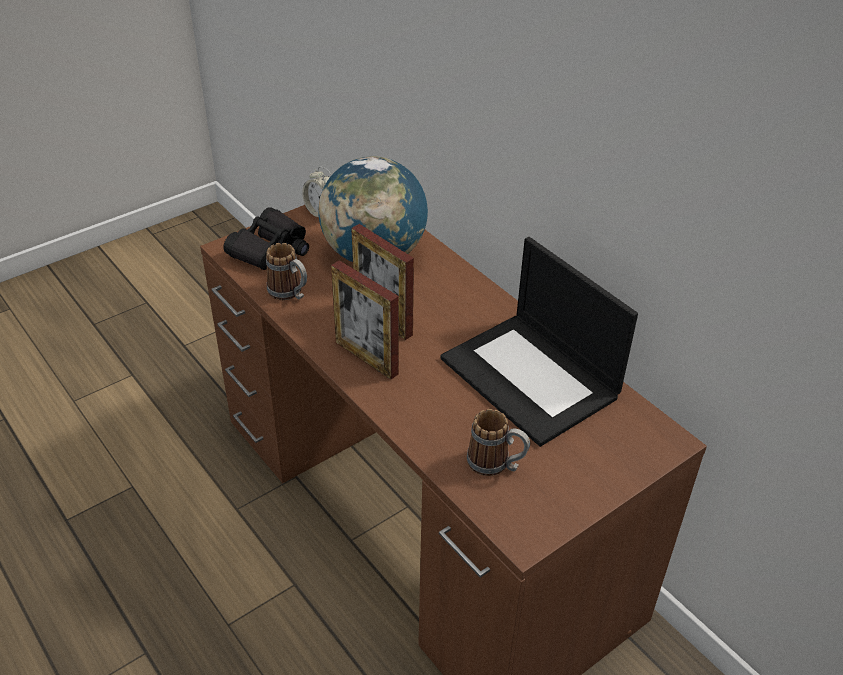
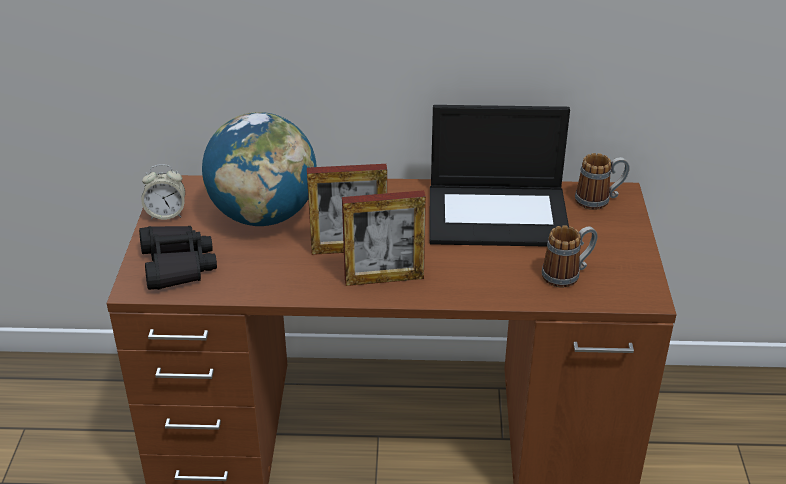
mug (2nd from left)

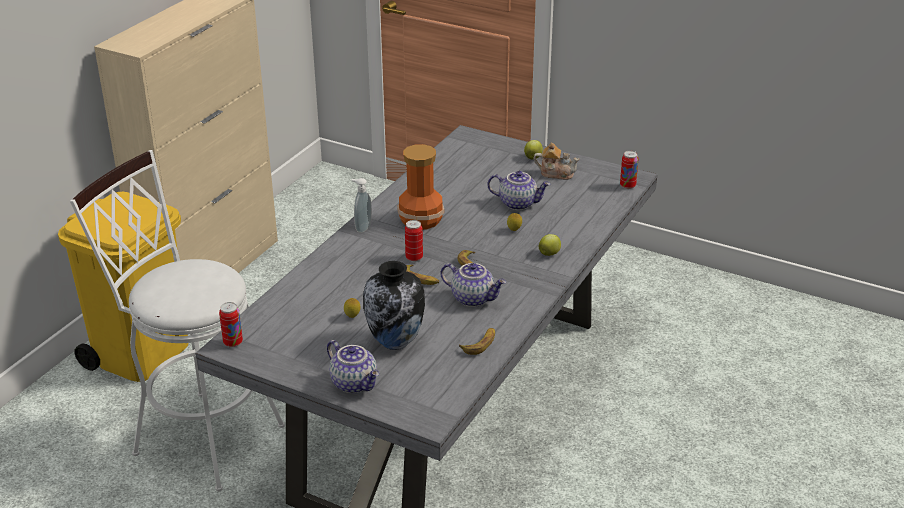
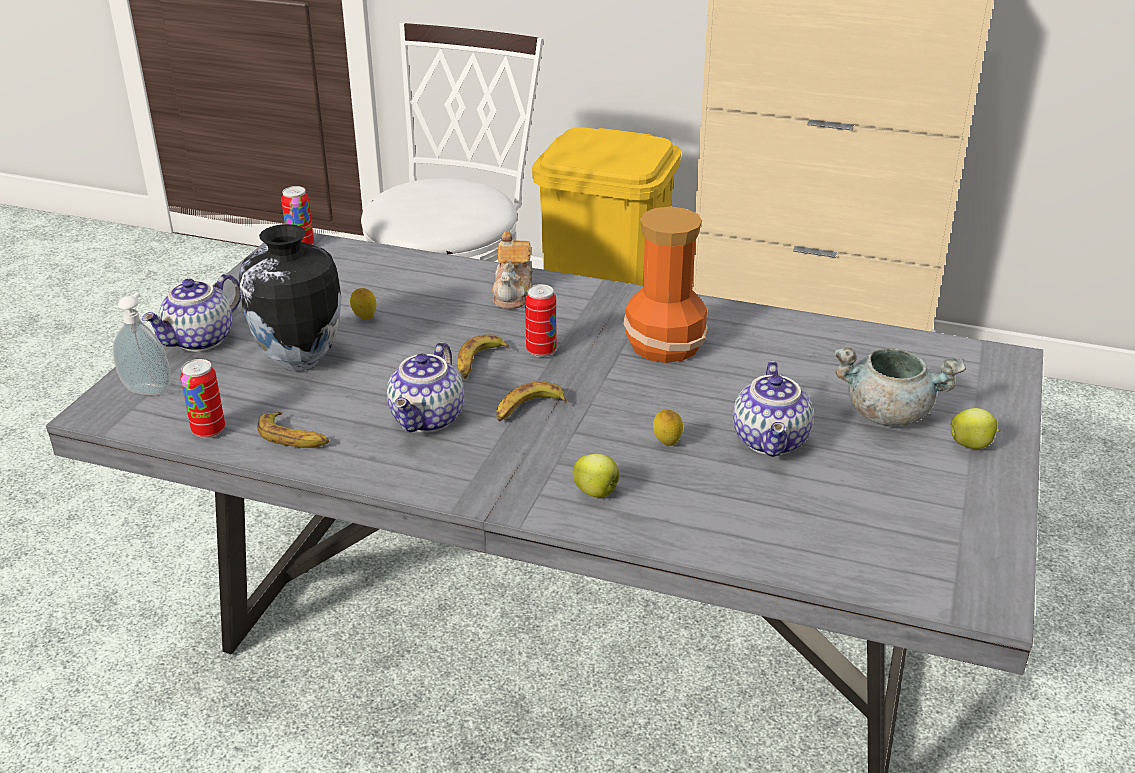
soap dispenser; teapot (3rd from left); can (1st from left); cooking pot (grey)

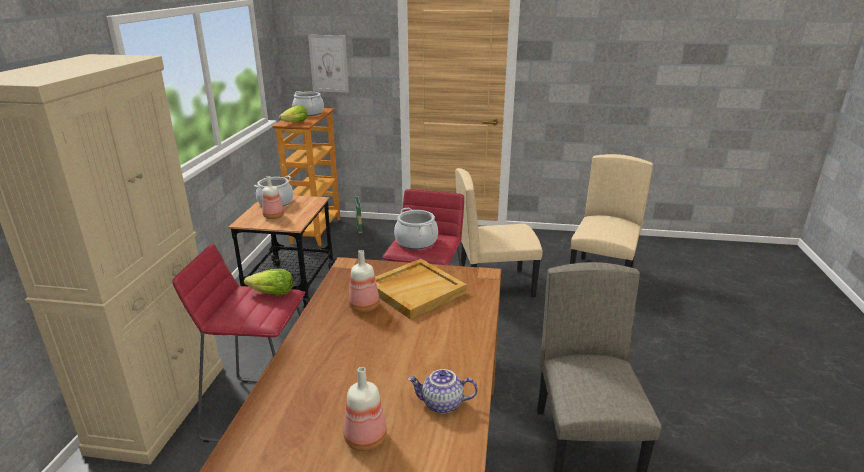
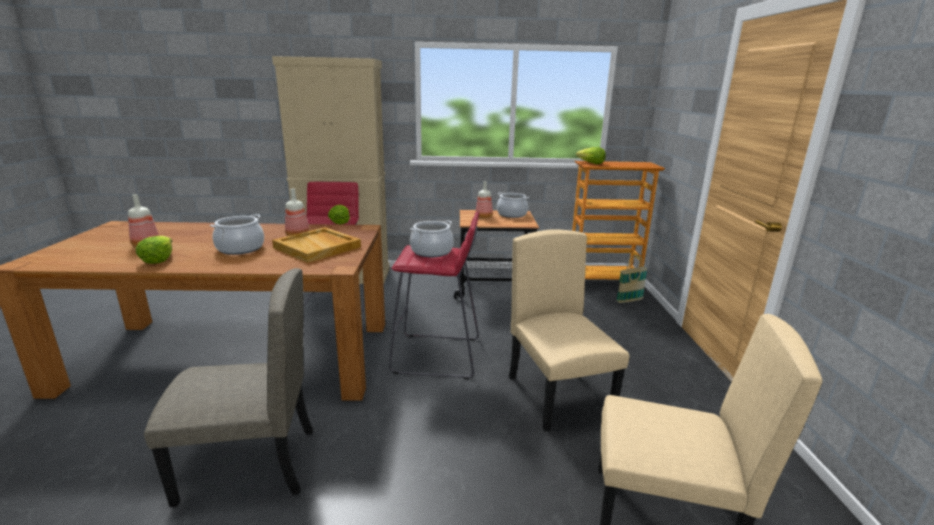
cooking pot (1st from left); picture; lettuce (1st from left)

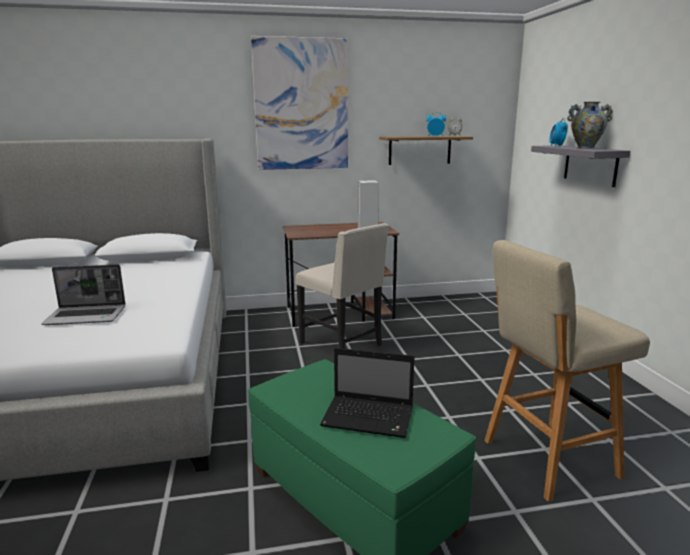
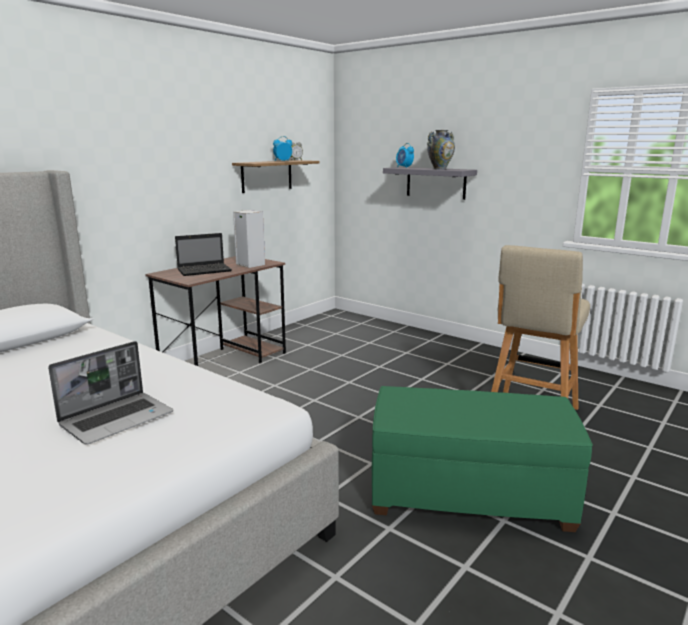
picture; chair (beige); laptop (2nd from left)

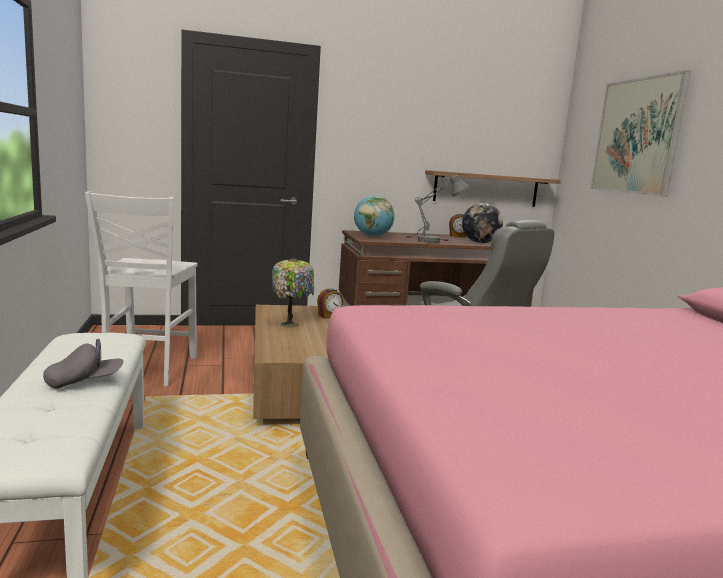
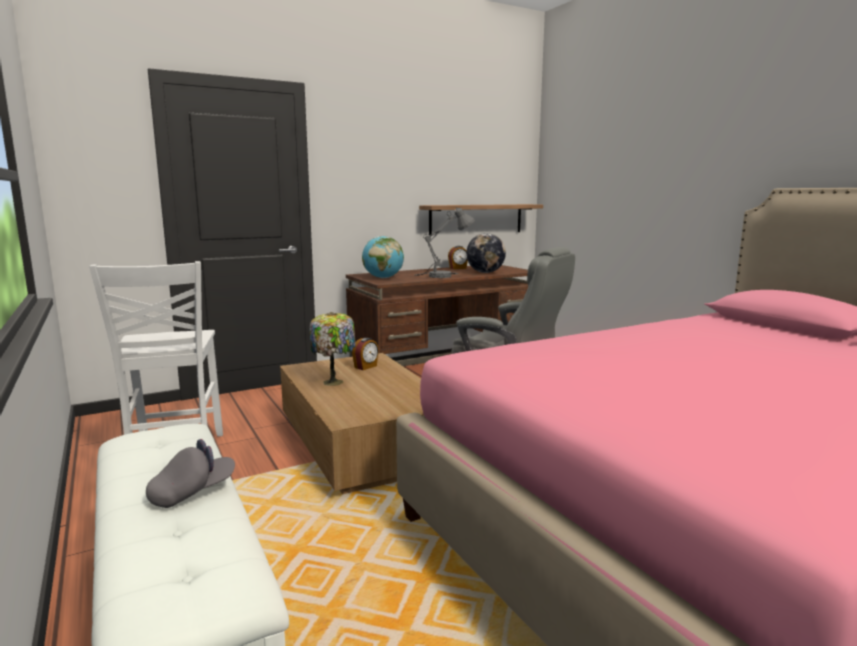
picture

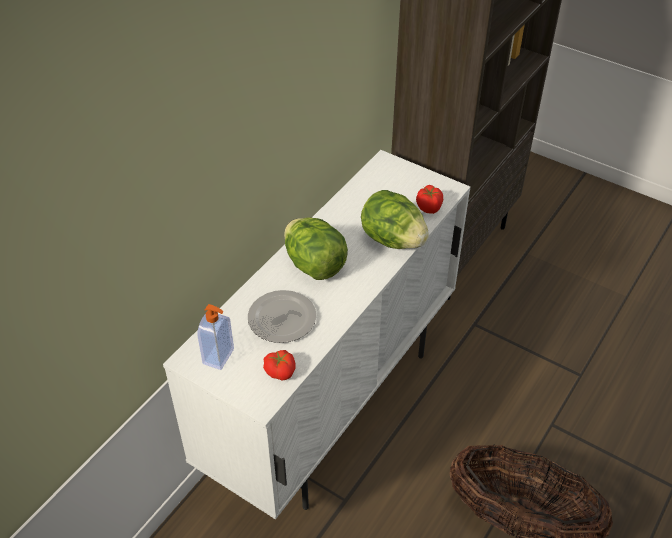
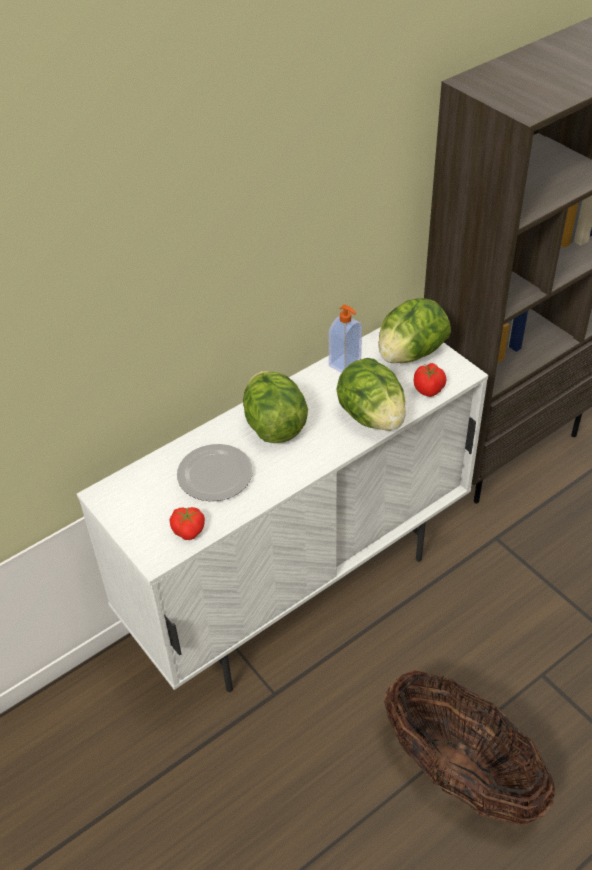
soap dispenser; lettuce (3rd from left)

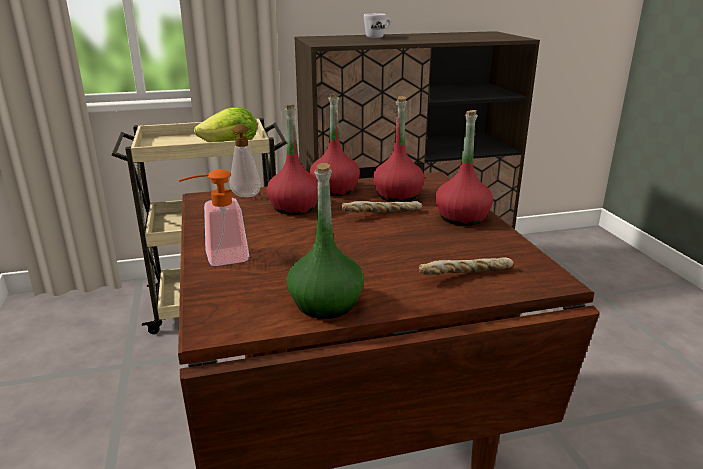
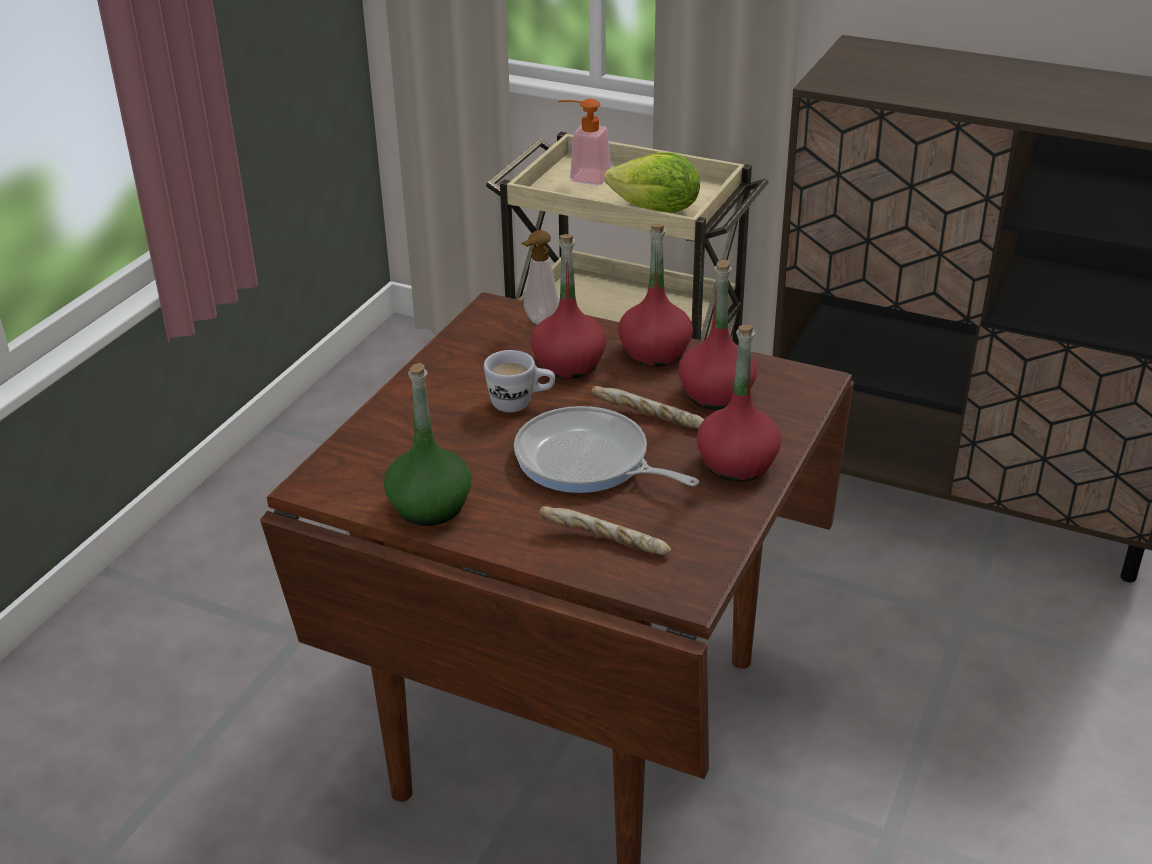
soap dispenser (2nd from left); mug (white); frying pan

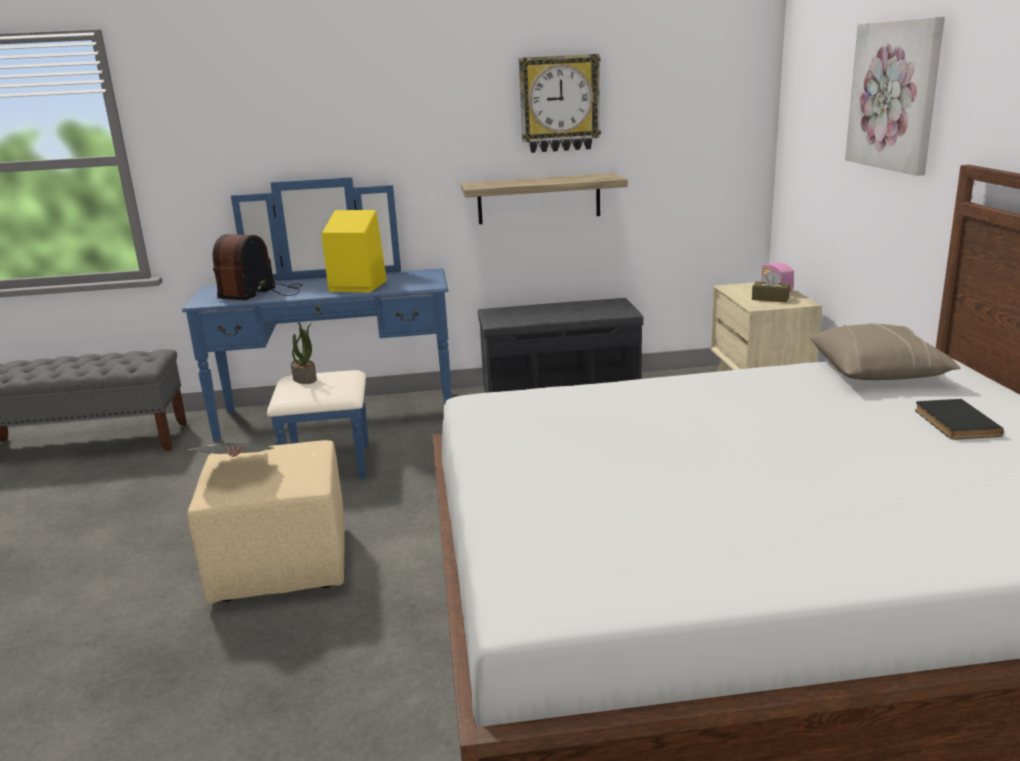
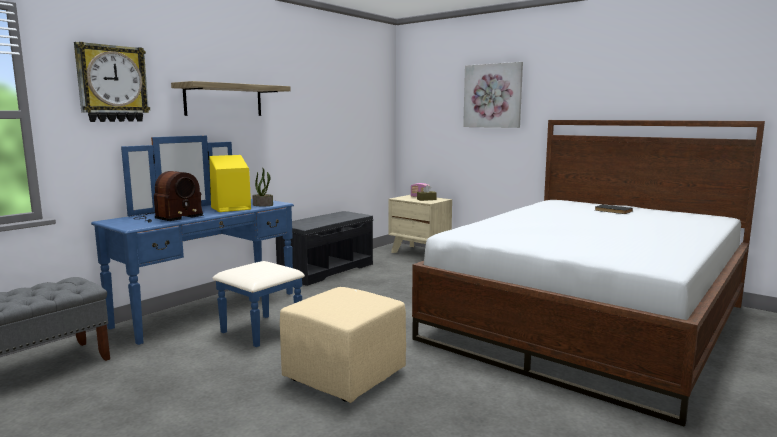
newspaper; radio (1st from left); potted plant; shelf; wall clock; pillow (beige)

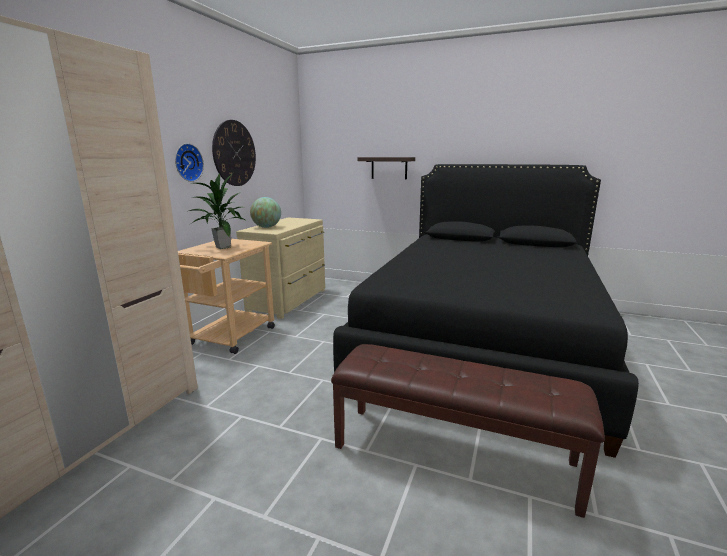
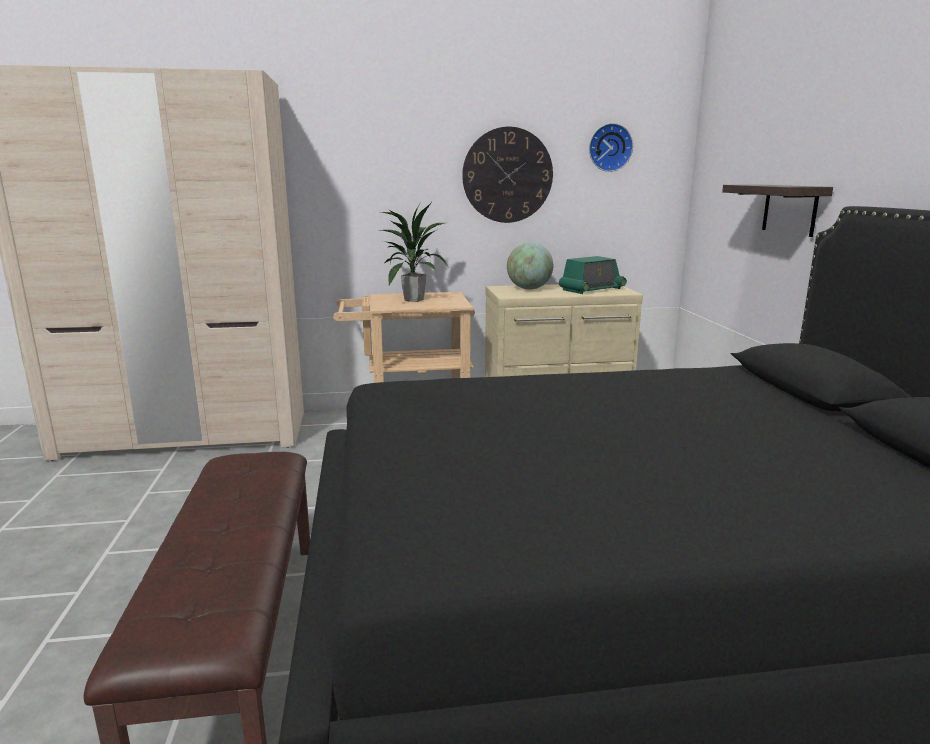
wall clock (2nd from left); radio

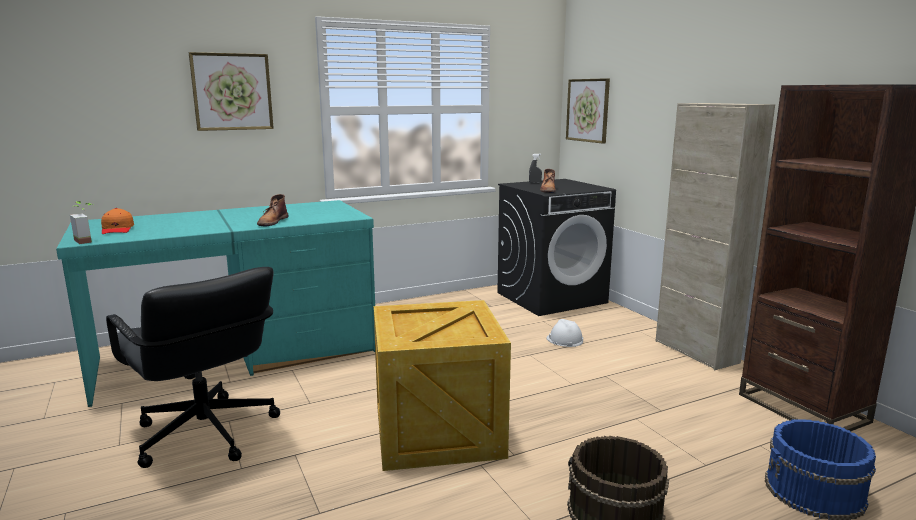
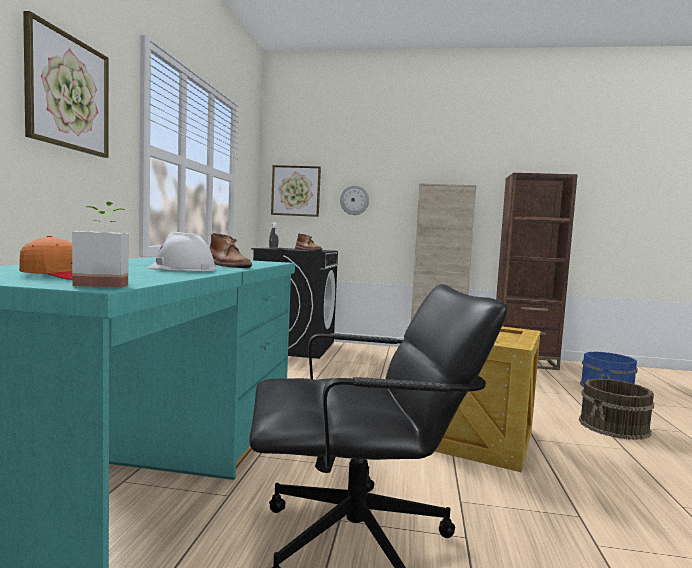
hard hat (white); wall clock

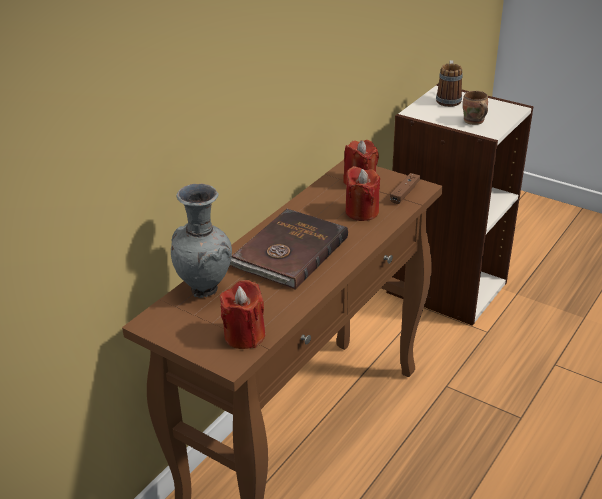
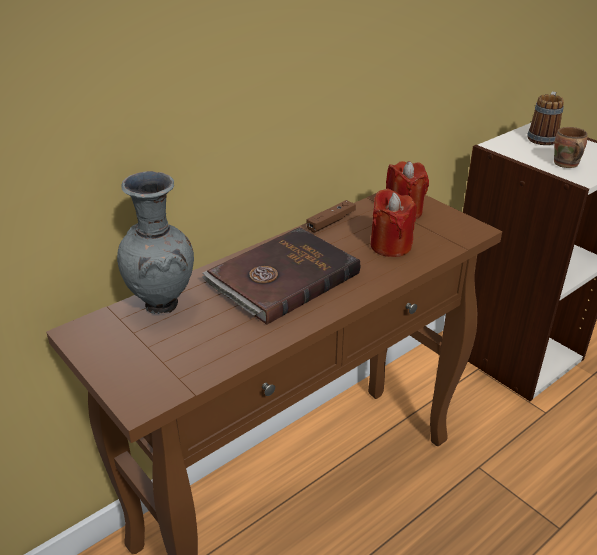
candle (red) (1st from left in the first image); game controller (brown)

